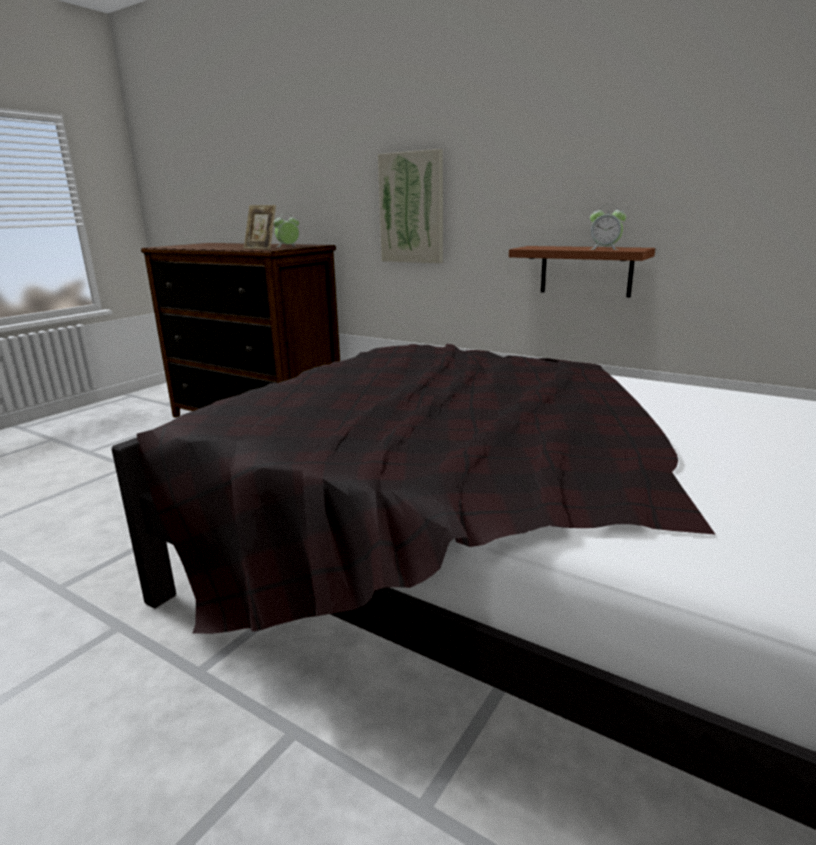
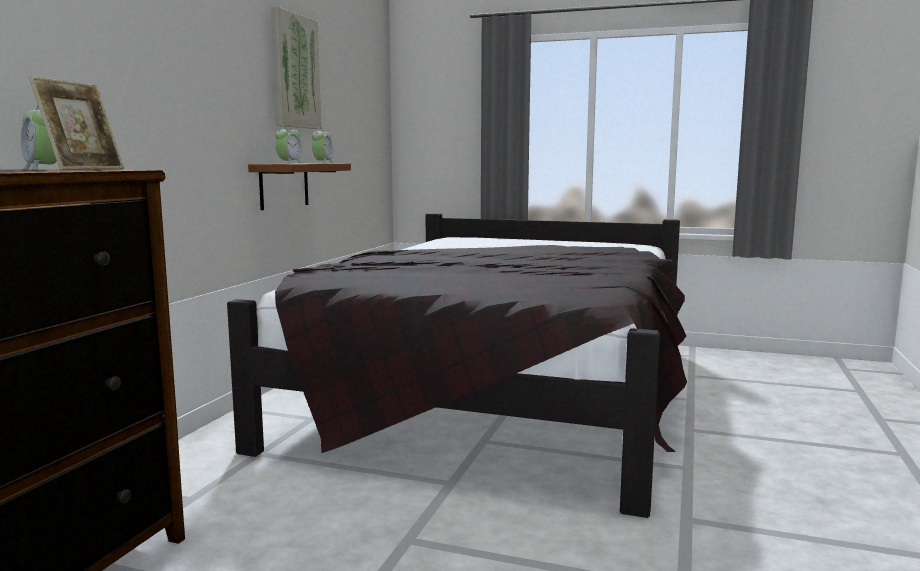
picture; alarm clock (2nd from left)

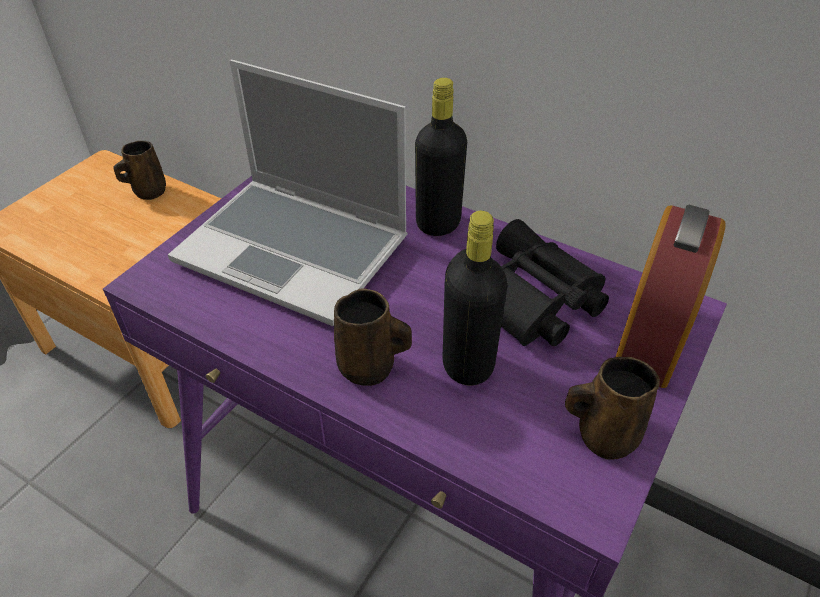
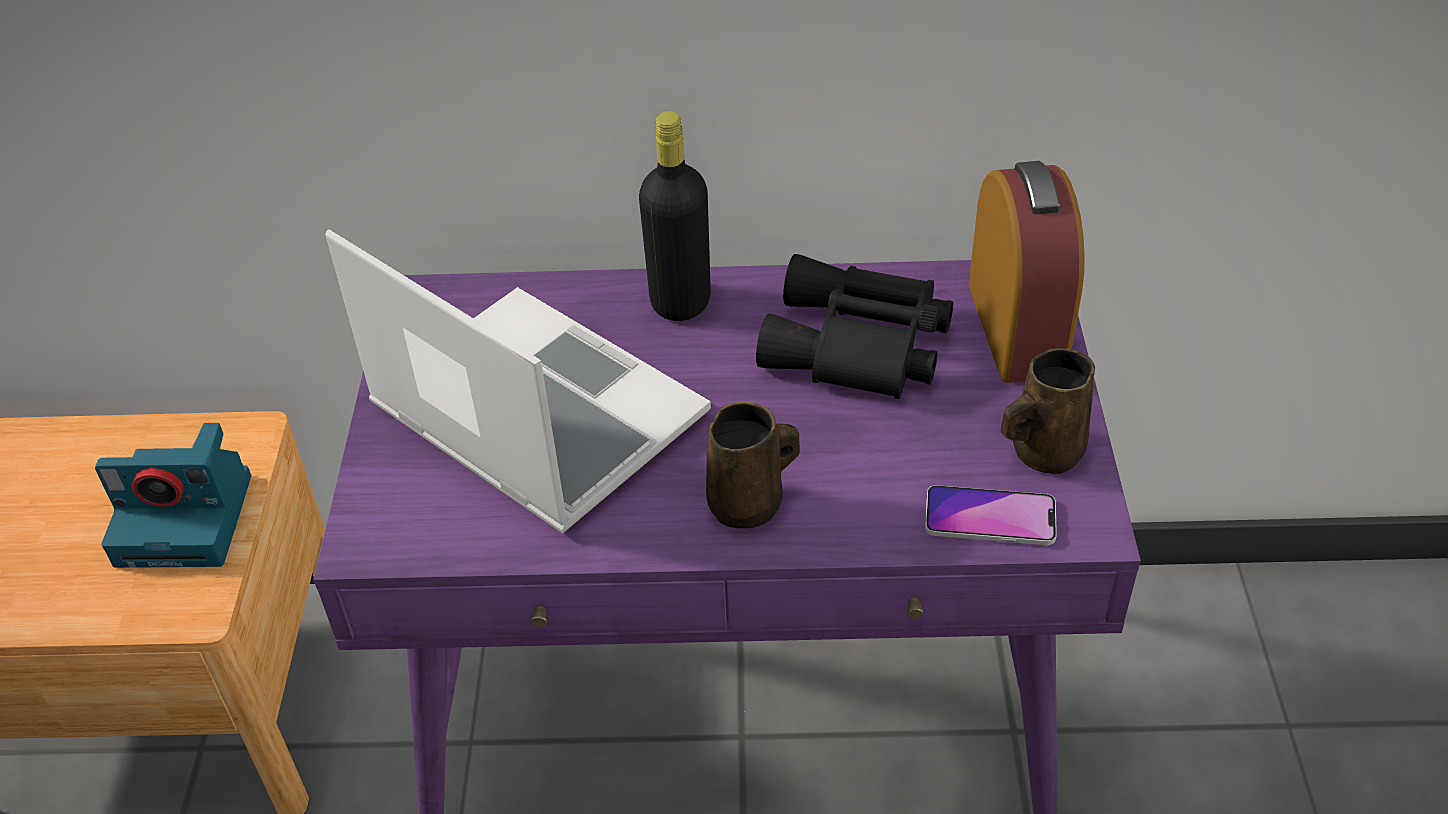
mug (brown) (1st from left in the first image); laptop; bottle (black) (2nd from left in the first image); photo camera; phone

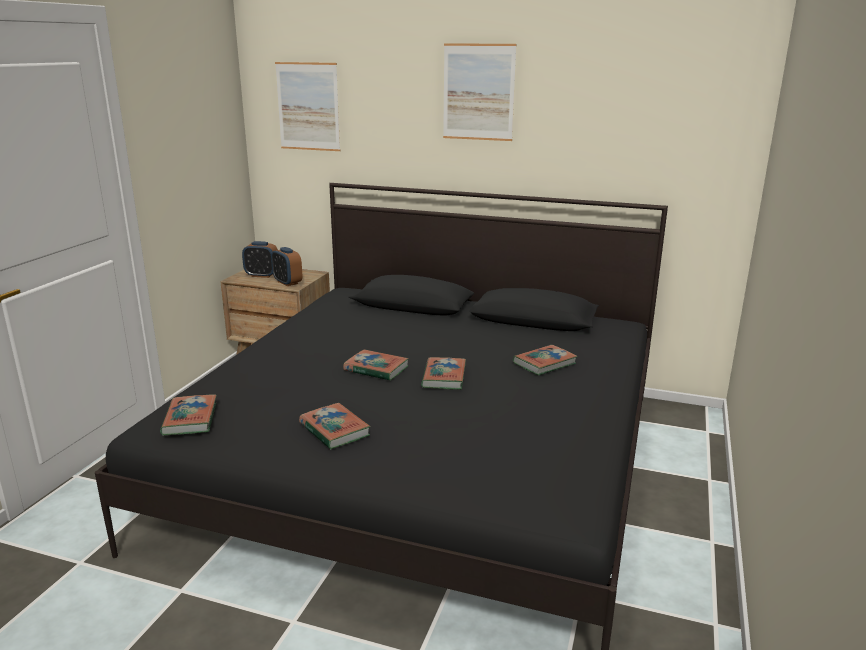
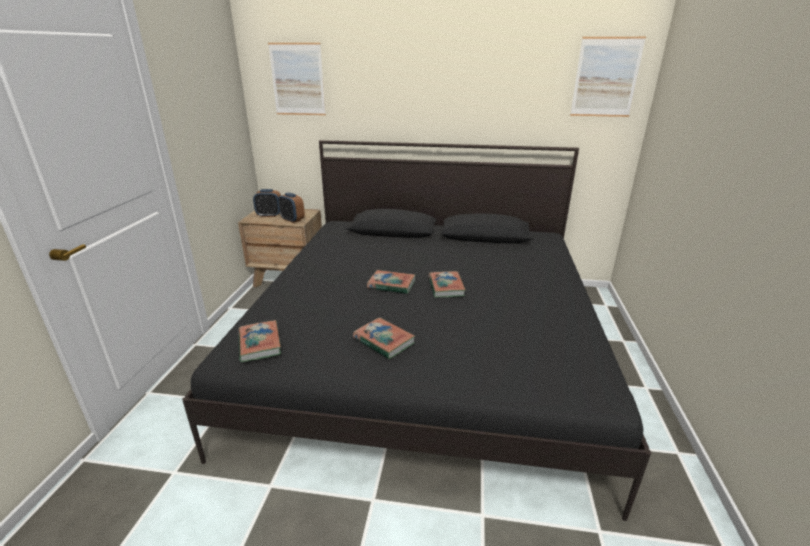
picture (2nd from left); book (5th from left in the first image)

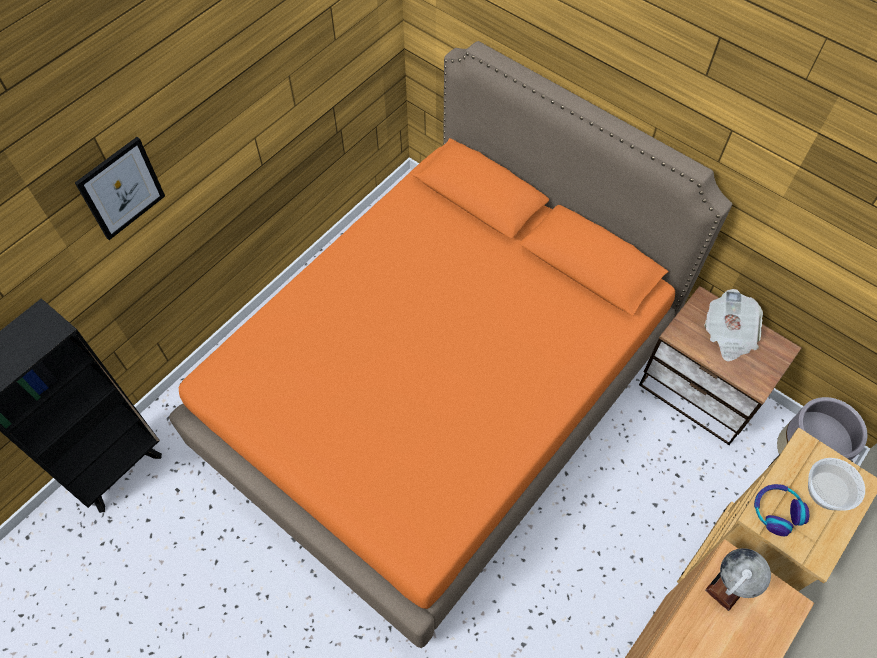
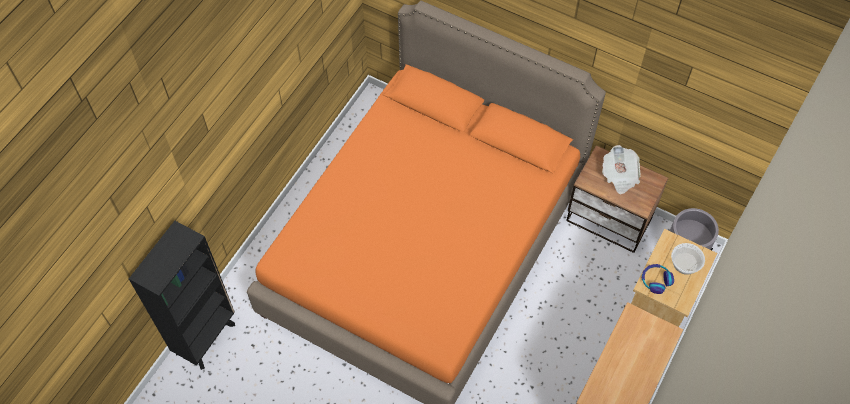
picture; globe

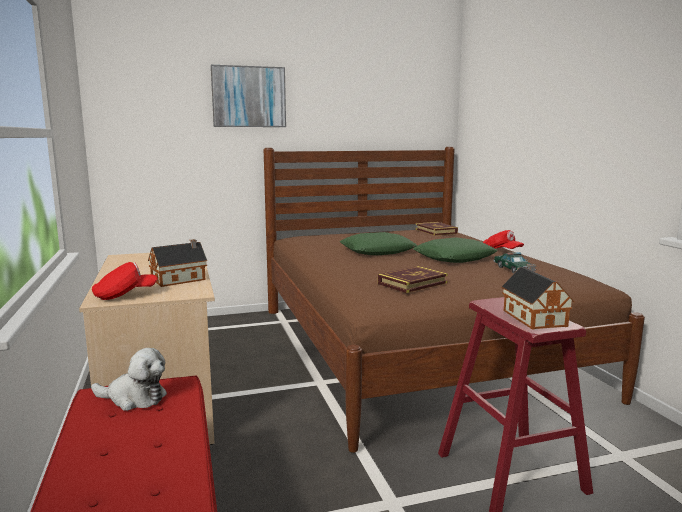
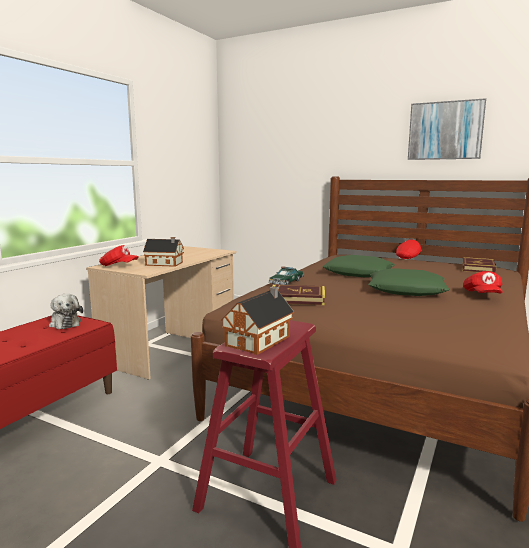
picture; toy car; cap (red) (2nd from left)

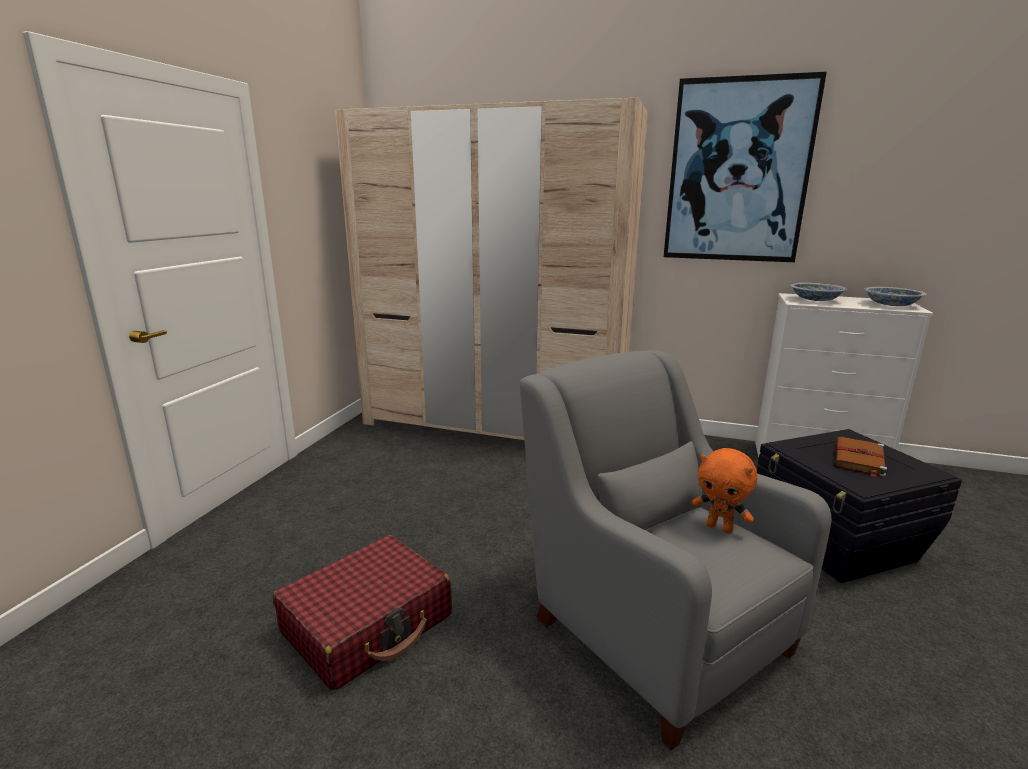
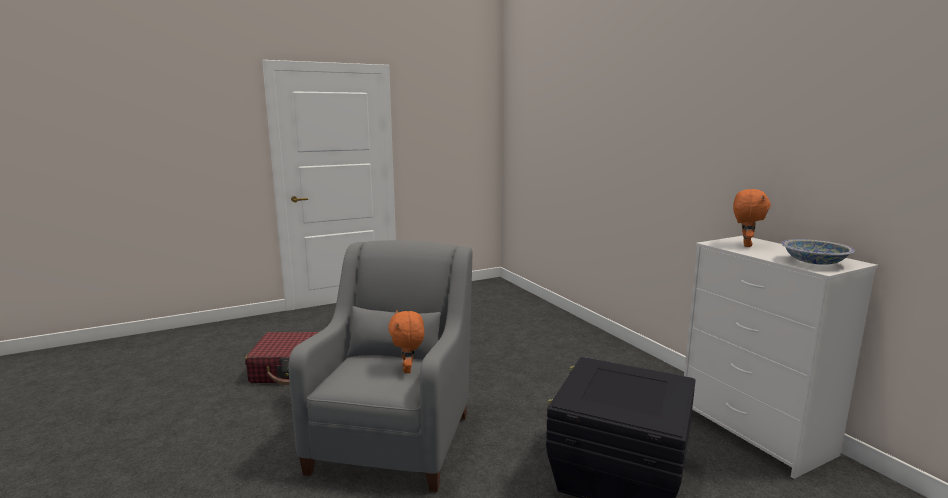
wardrobe (beige); picture; plush toy (orange) (2nd from left); book (brown)

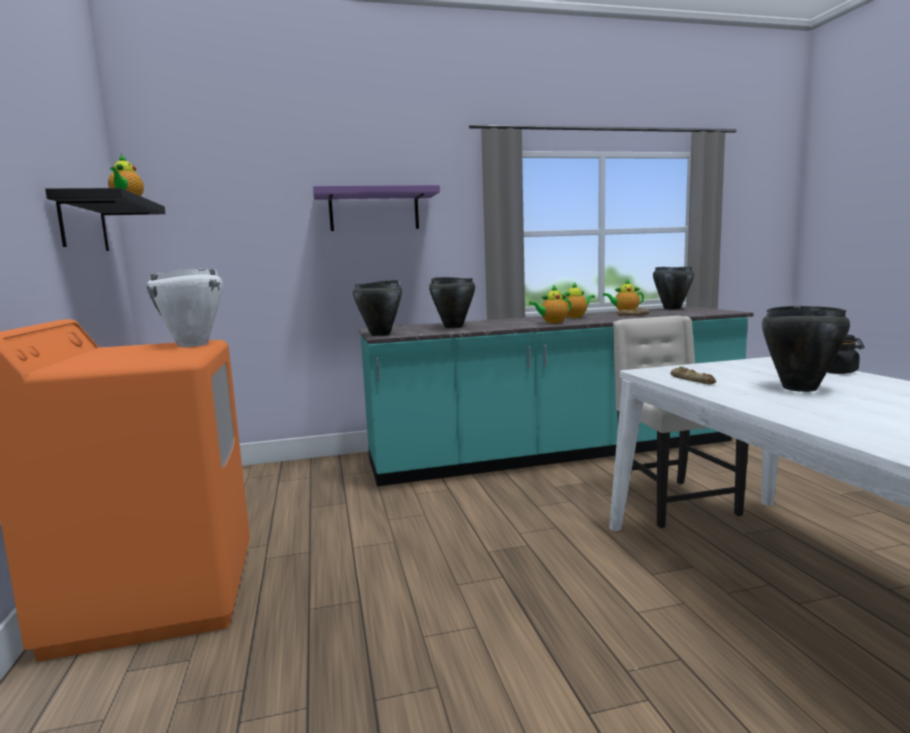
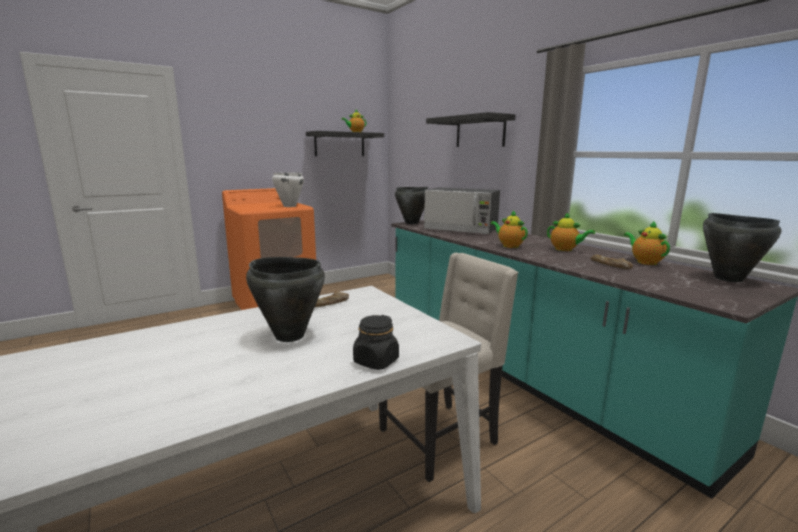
shelf (black) (2nd from left); microwave

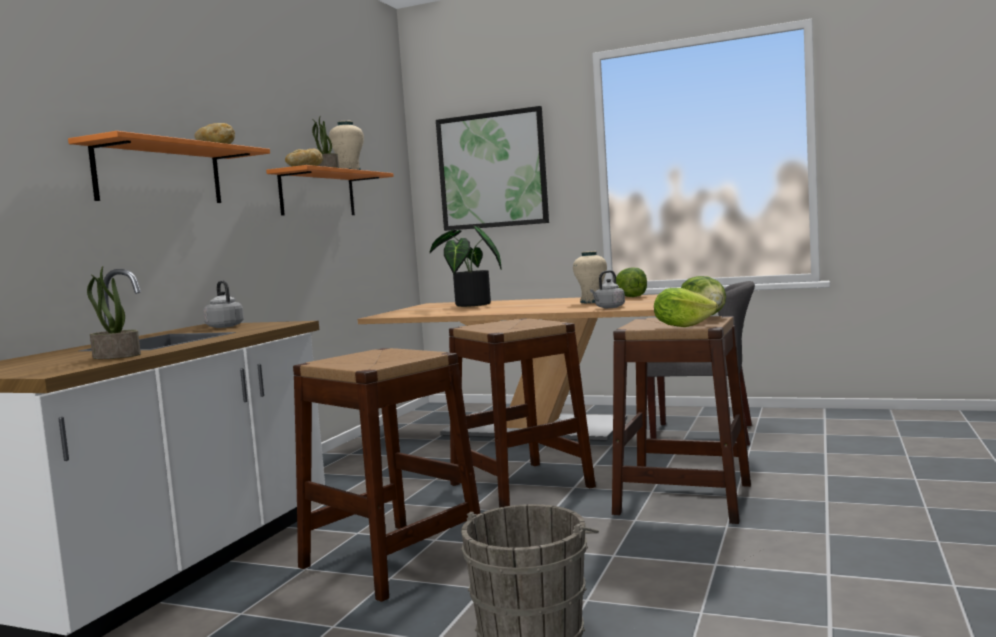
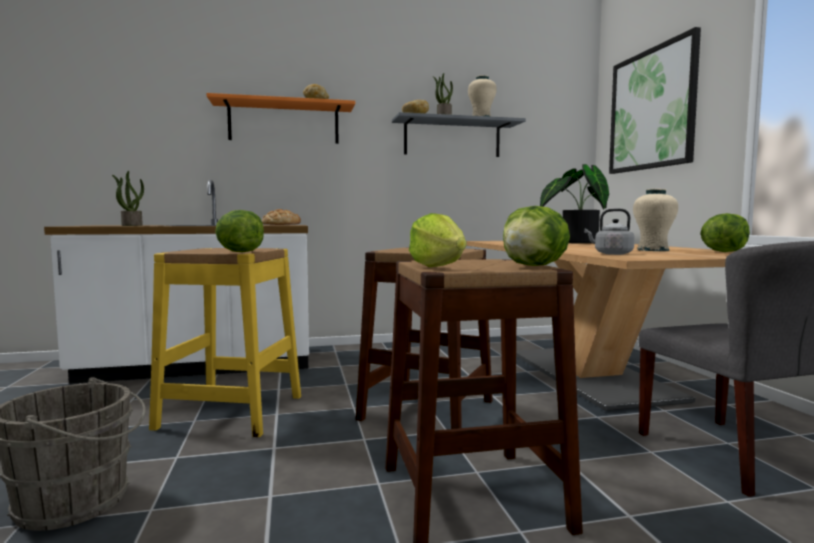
bread (1st from left); shelf (grey); stool (yellow); lettuce (1st from left)

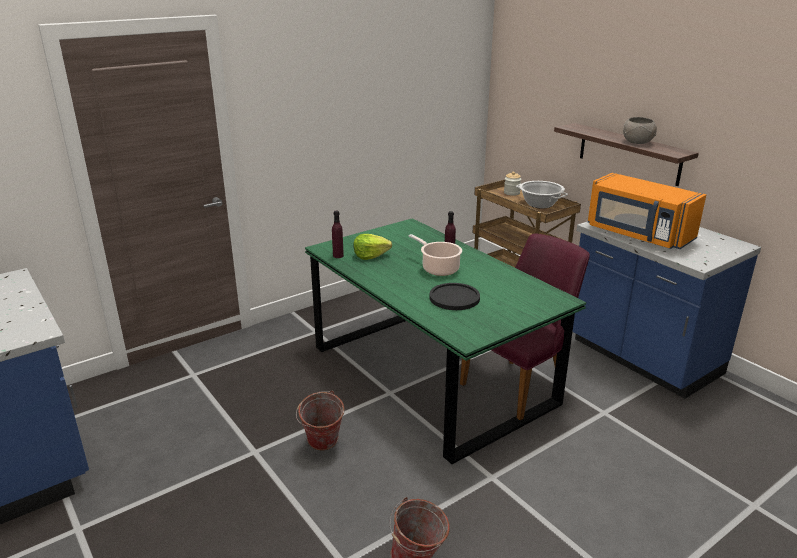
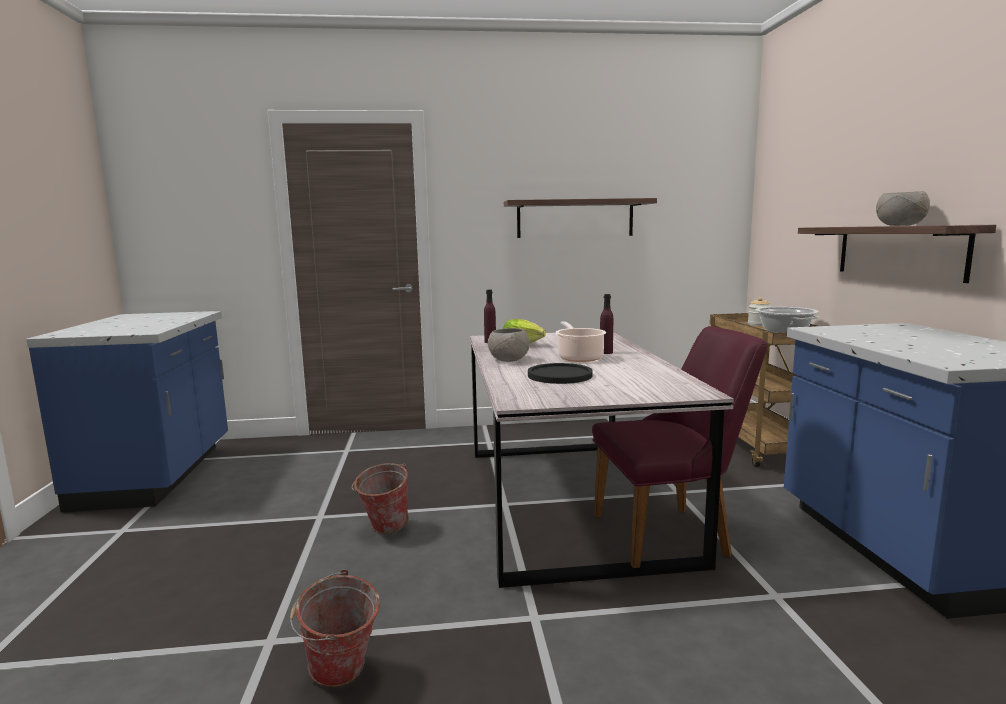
dining table (grey); microwave (orange); bowl (grey) (1st from left); shelf (1st from left)

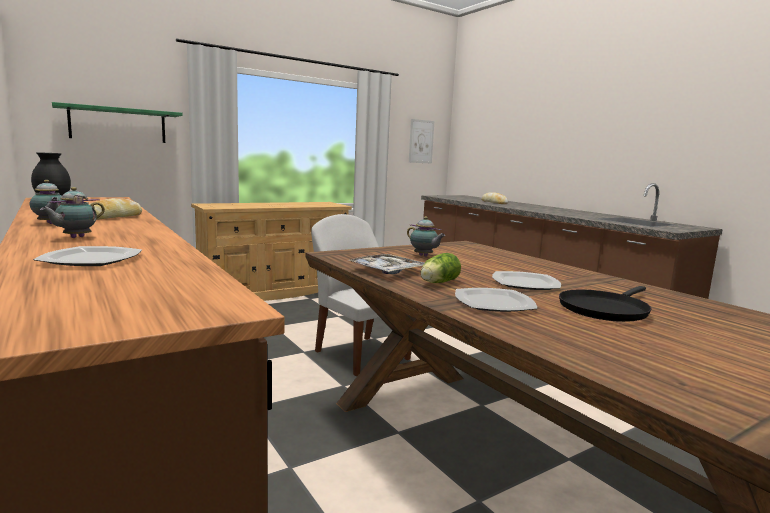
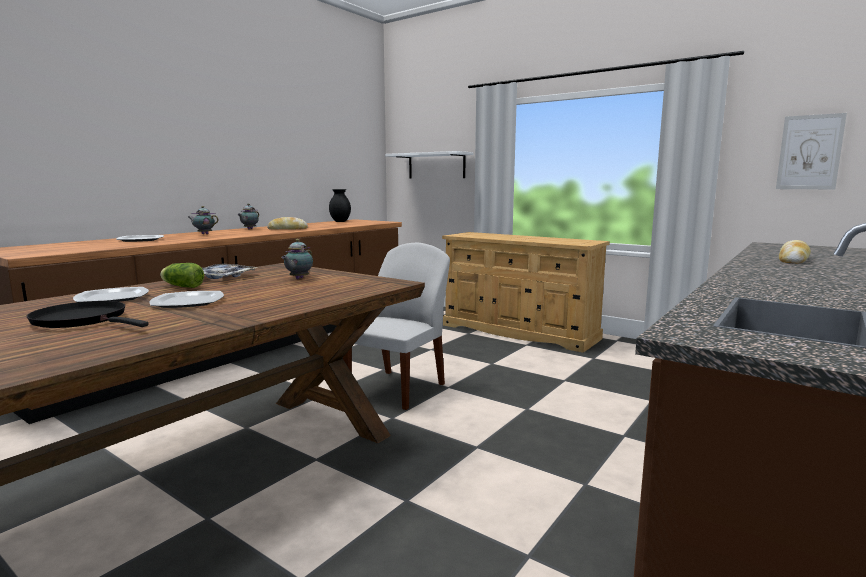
shelf (white)

